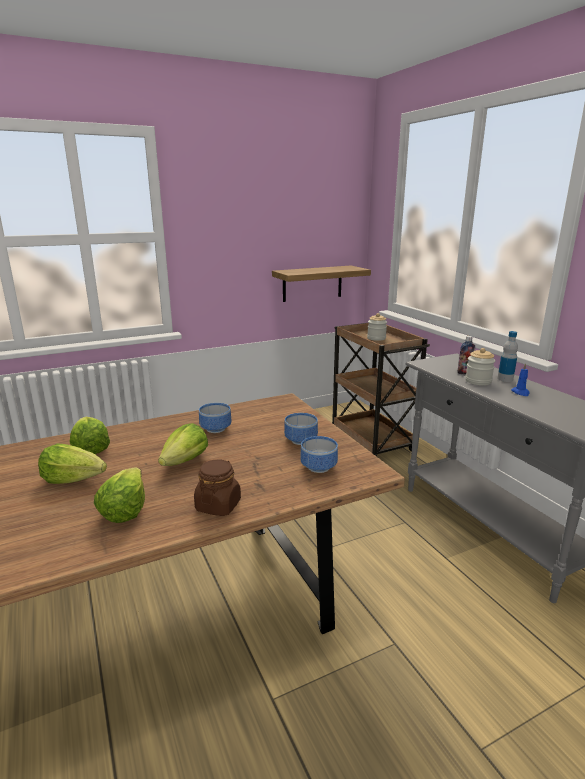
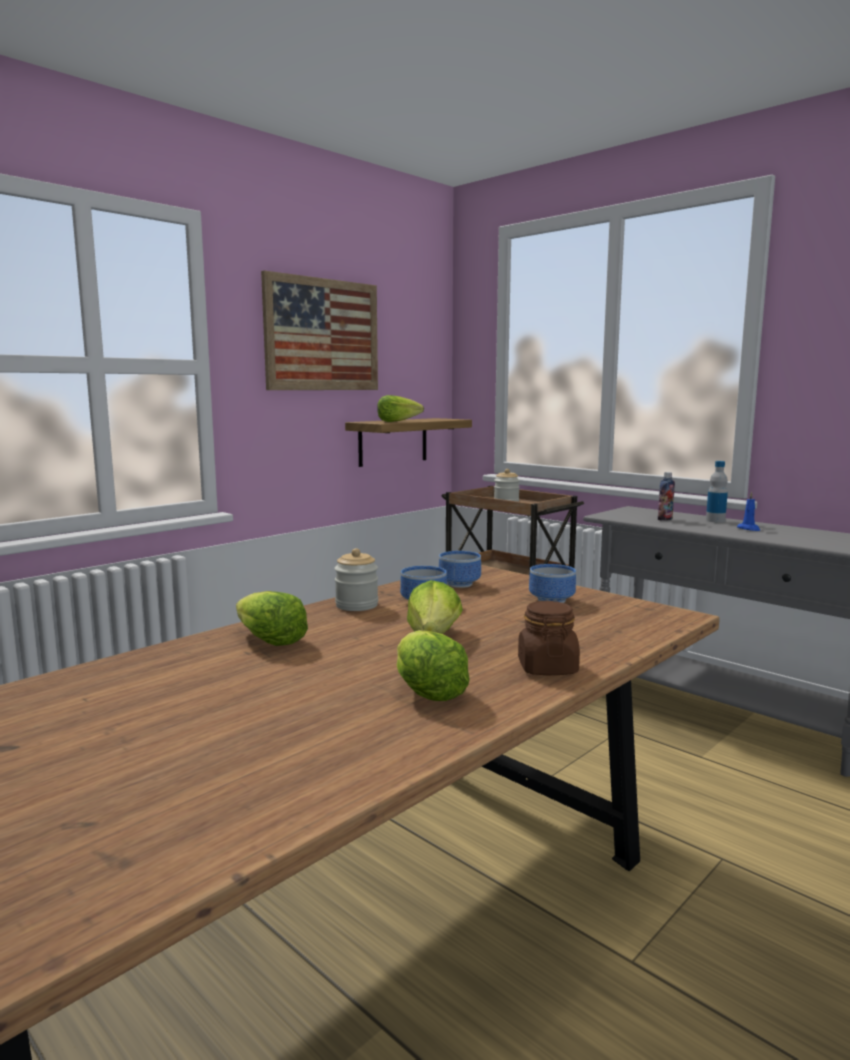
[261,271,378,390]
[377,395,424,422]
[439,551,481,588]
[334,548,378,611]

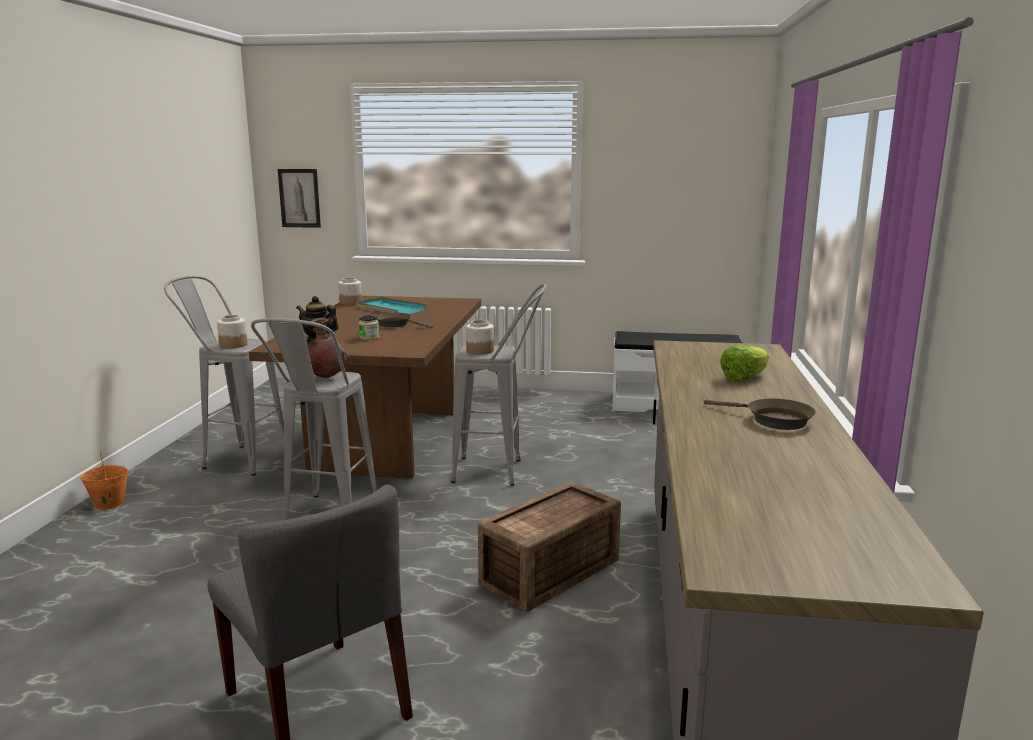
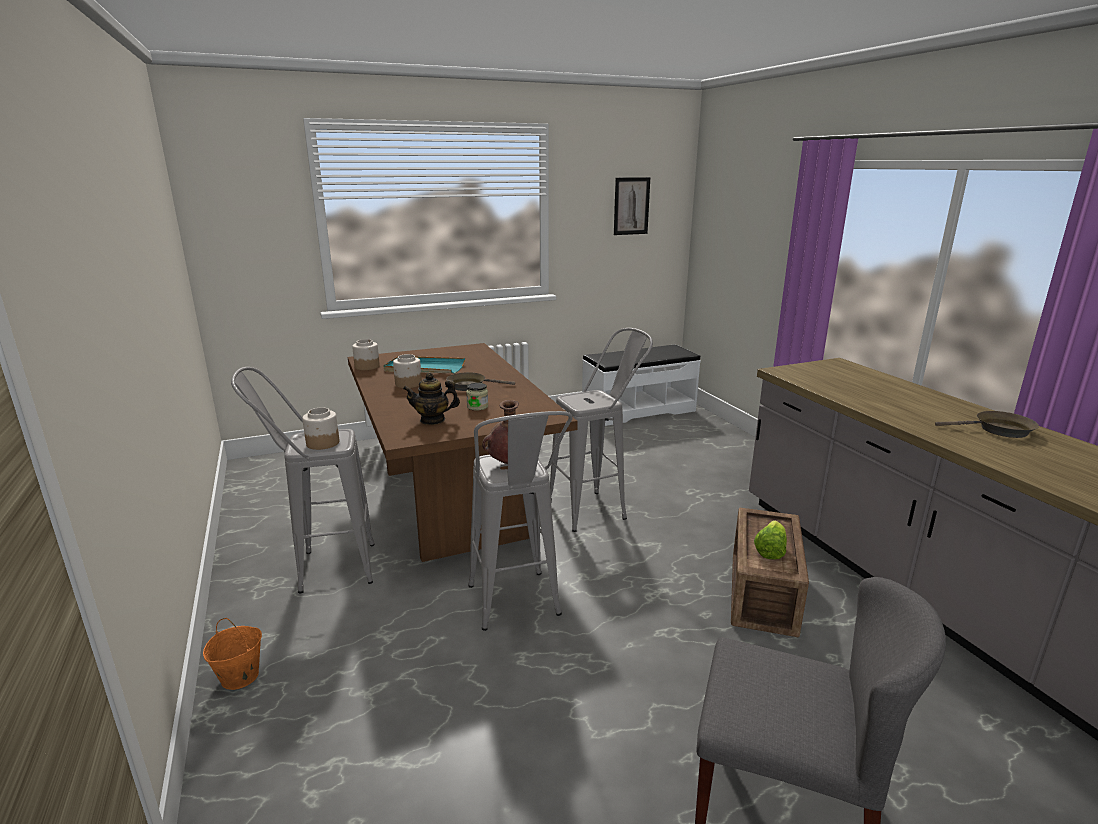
[614,177,650,235]
[393,354,422,388]
[754,520,787,559]

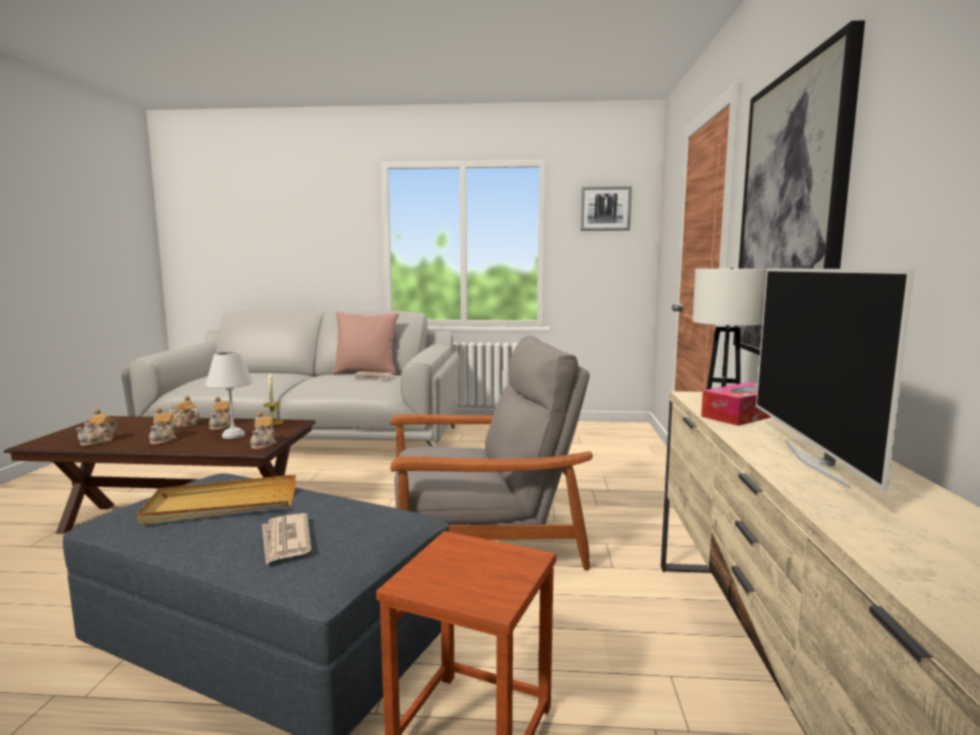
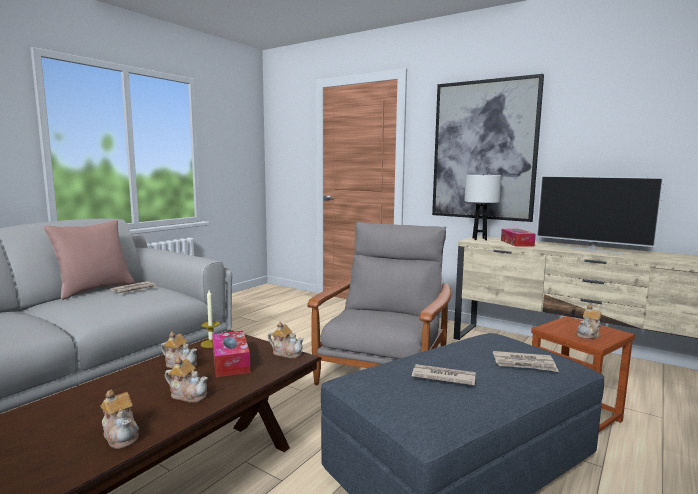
[580,186,632,231] (first image)
[576,304,602,339]
[412,364,476,386]
[212,331,250,377]

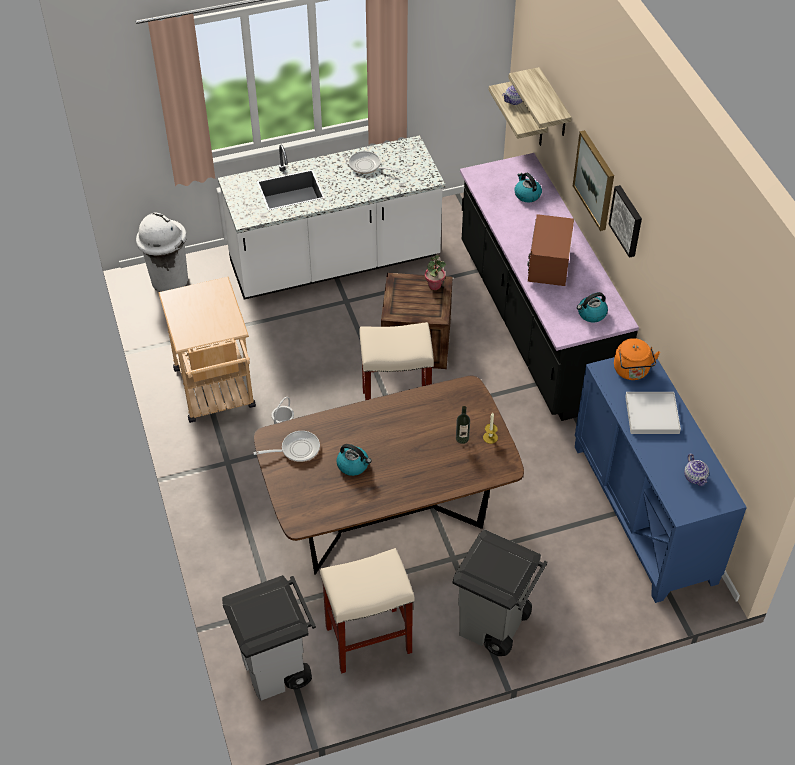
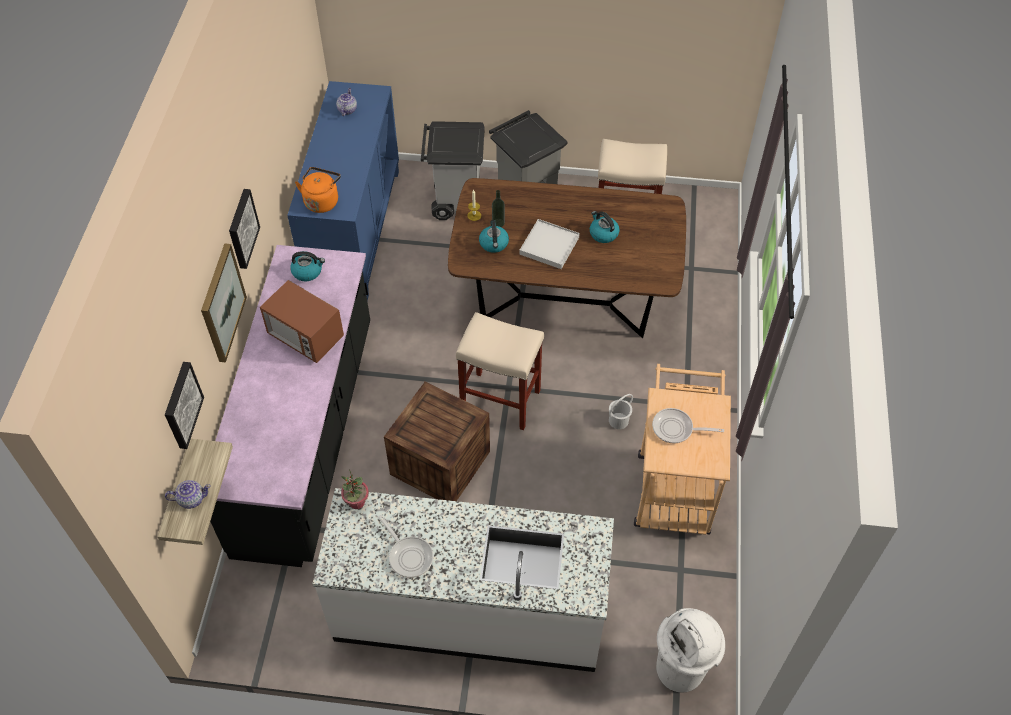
[421,121,485,220]
[652,408,724,444]
[341,470,369,509]
[479,220,509,253]
[519,219,580,269]
[165,362,204,449]
[260,280,344,363]

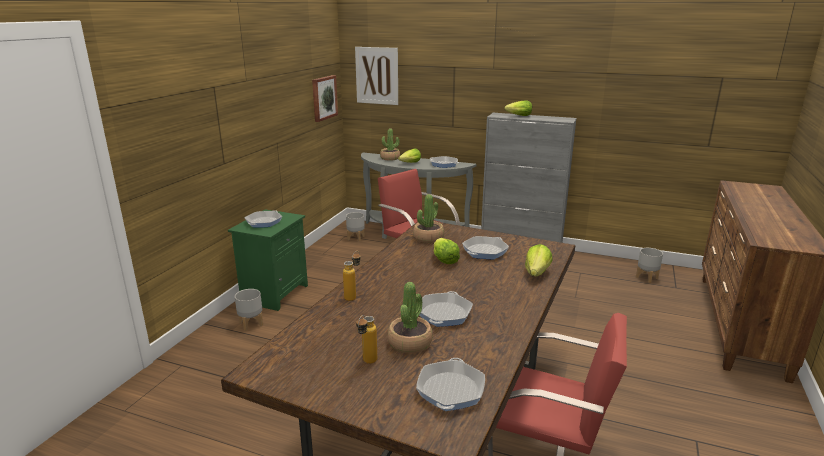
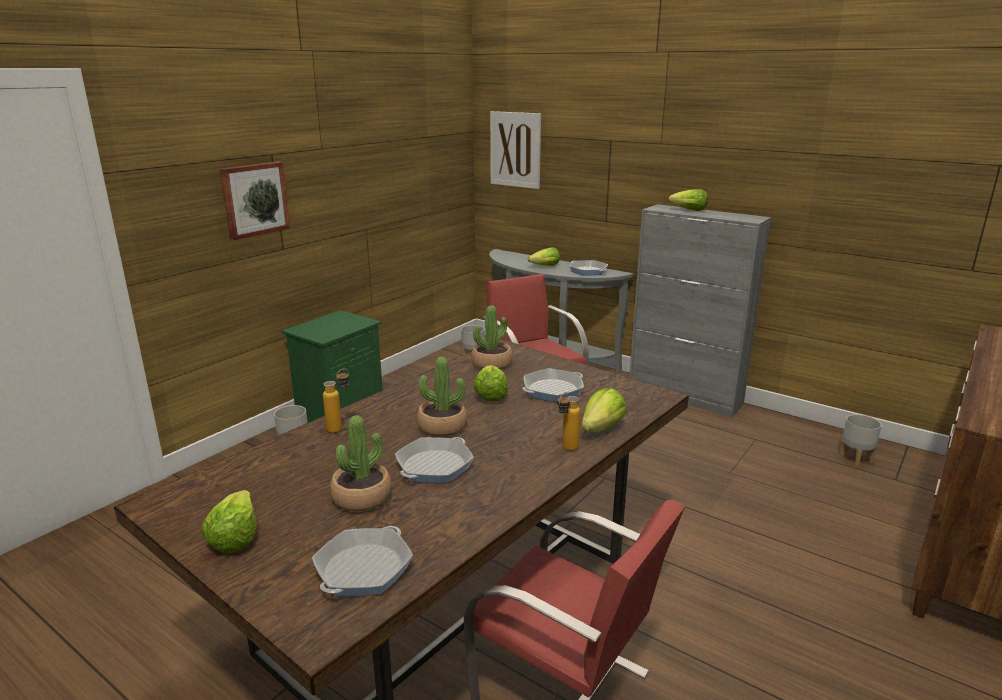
[245,210,282,228] (first image)
[201,490,257,553]
[220,162,291,240]
[557,392,580,451]
[417,357,467,437]

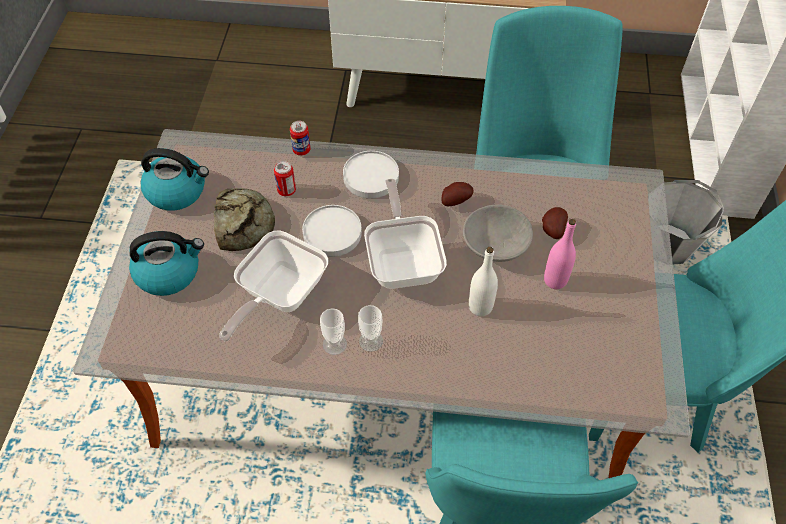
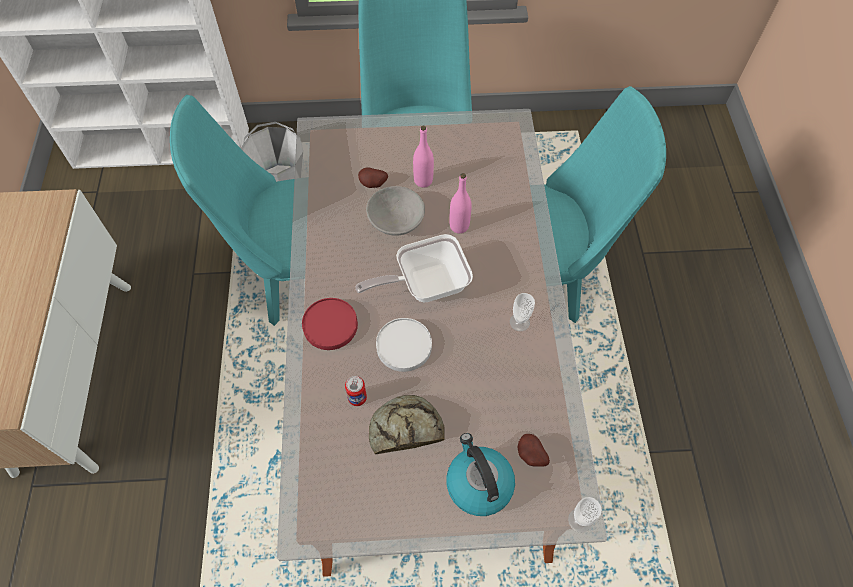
[141,148,209,210] (first image)
[219,231,328,342] (first image)
[290,121,310,156] (first image)
[568,497,602,533]
[518,434,550,467]
[302,298,358,350]
[449,173,472,234]

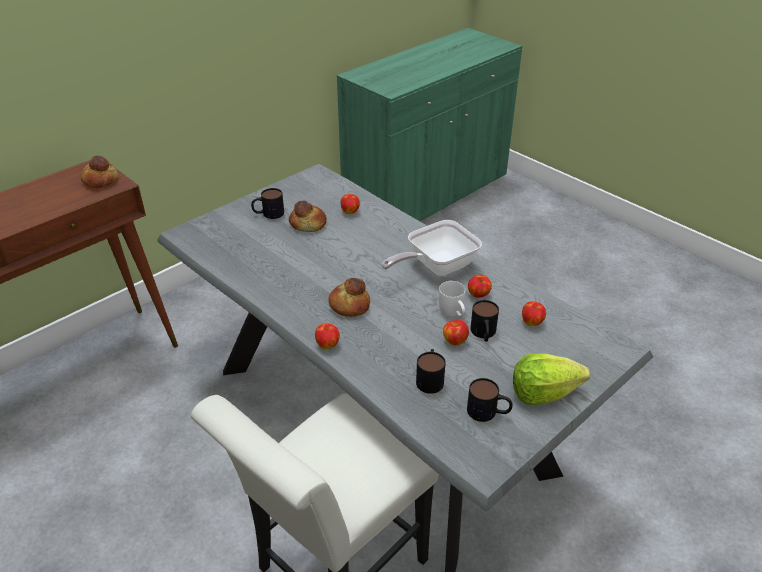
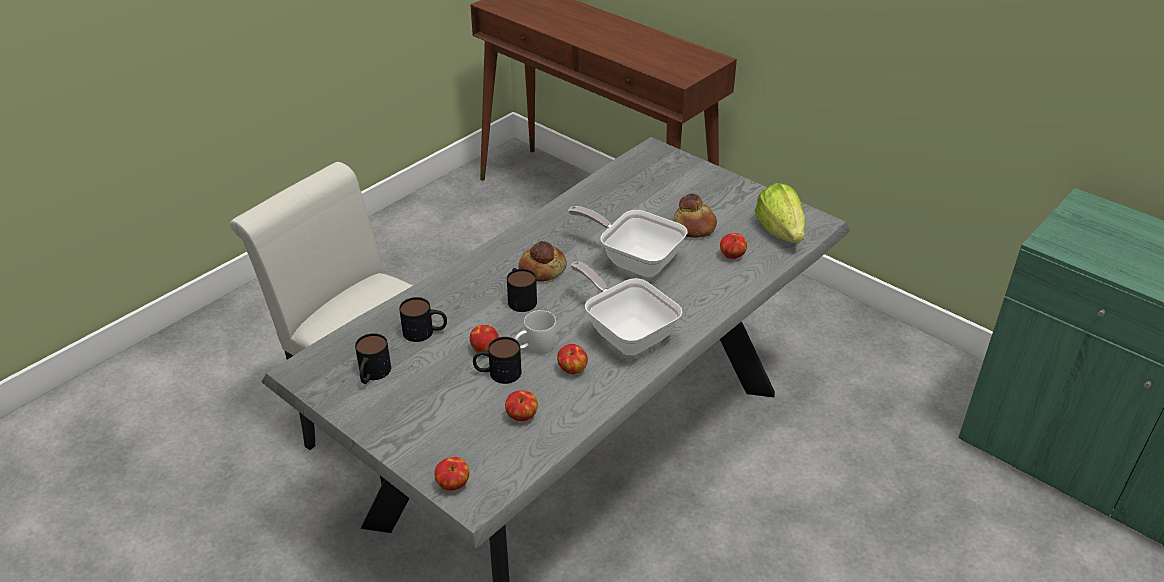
[81,156,118,188] (first image)
[568,206,688,277]
[507,268,537,312]
[435,457,469,491]
[755,183,806,243]

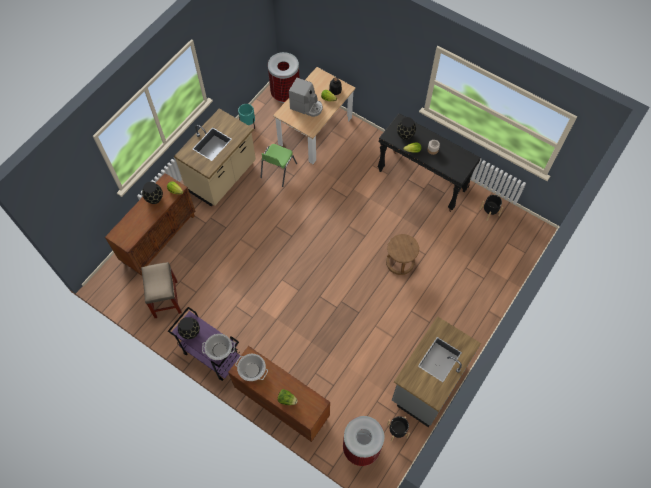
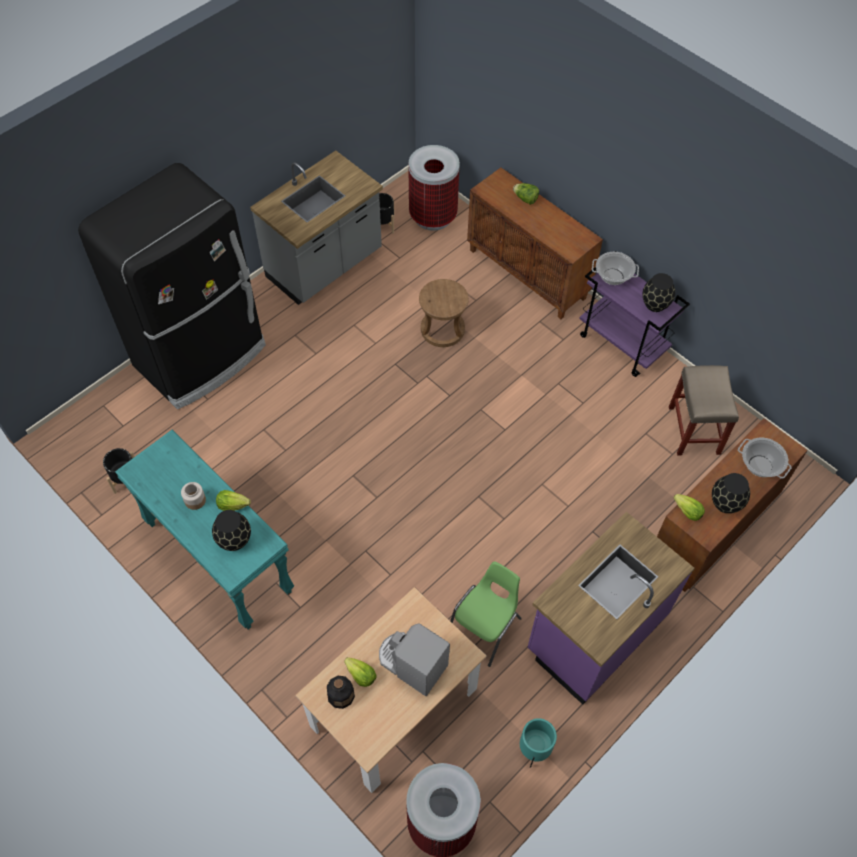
[78,163,266,409]
[738,438,792,479]
[419,279,469,347]
[528,512,694,705]
[115,430,294,629]

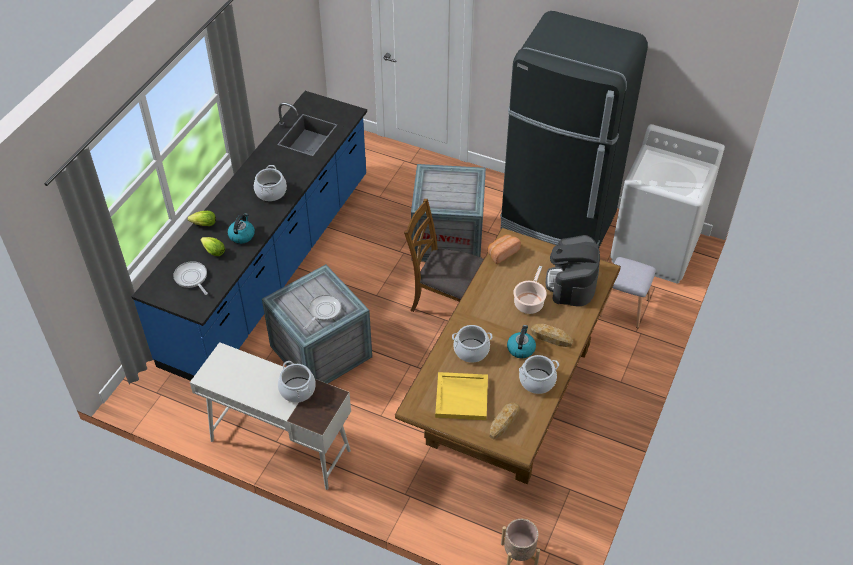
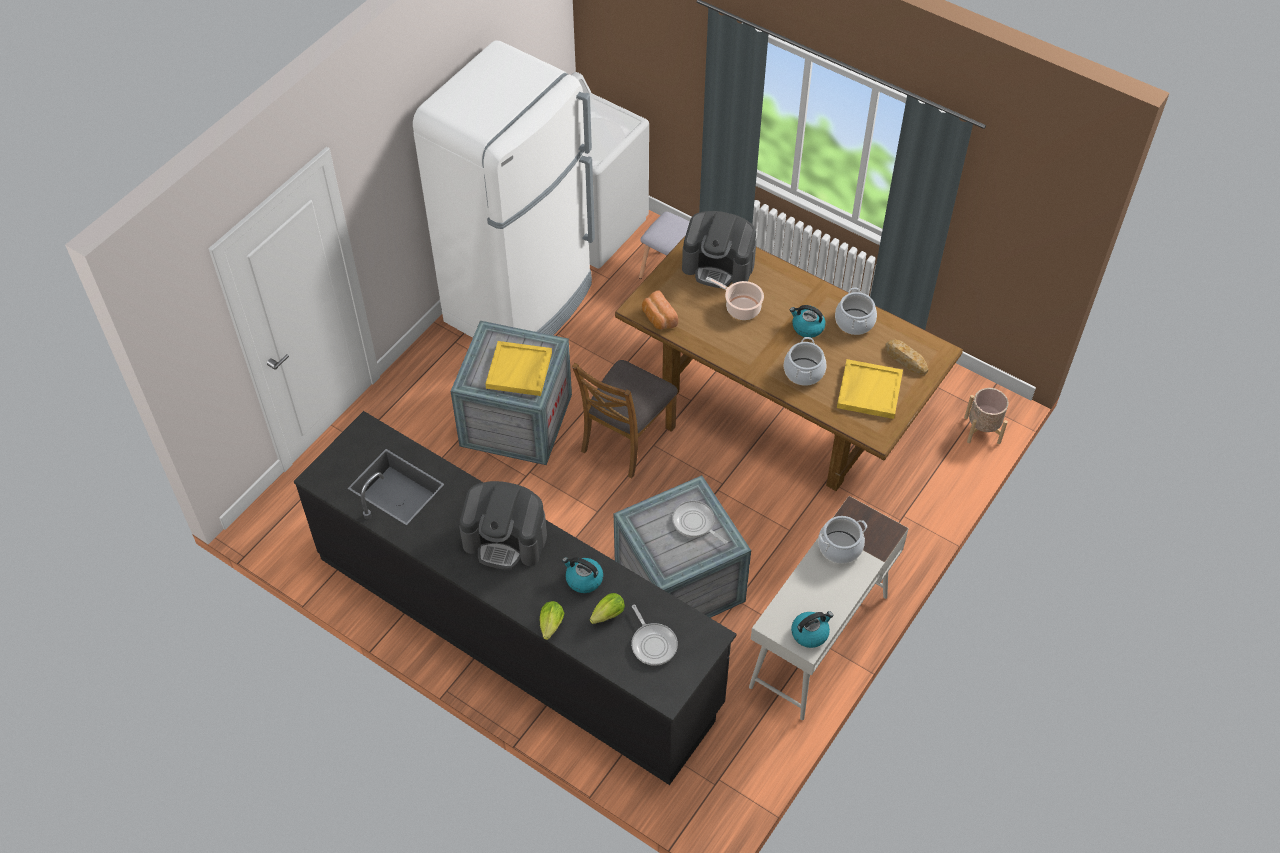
[530,324,573,347] (first image)
[485,341,552,396]
[791,611,833,648]
[459,481,547,570]
[294,411,736,785]
[413,41,595,338]
[631,605,678,666]

